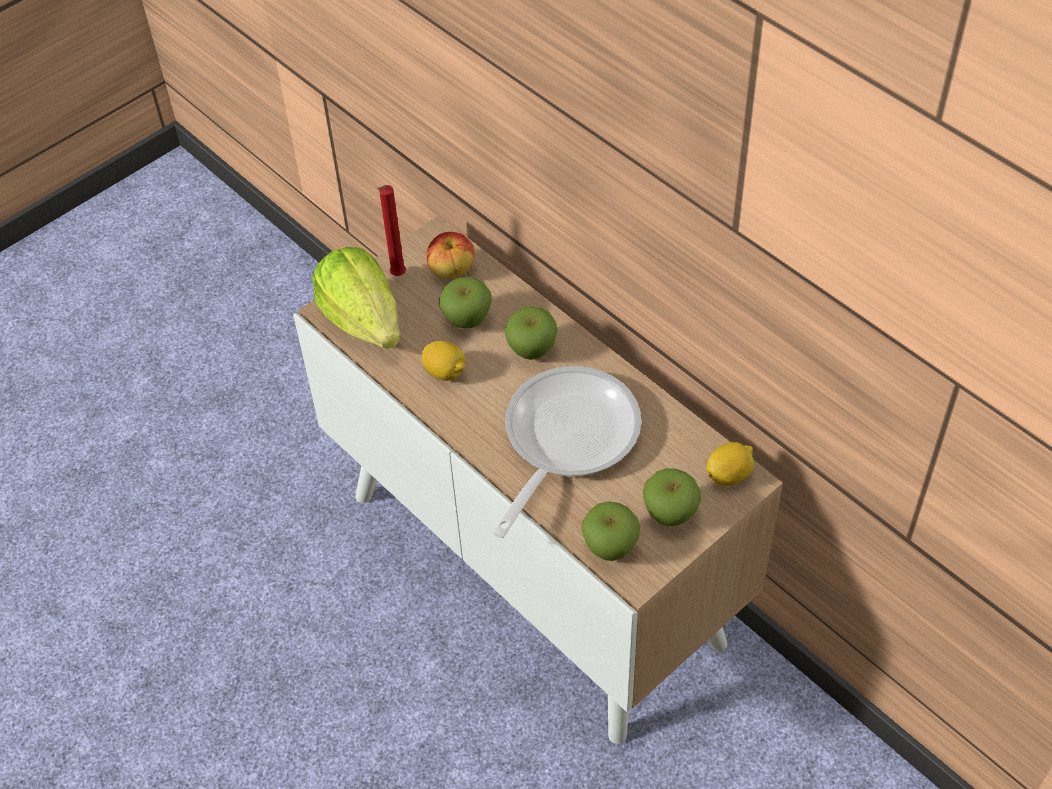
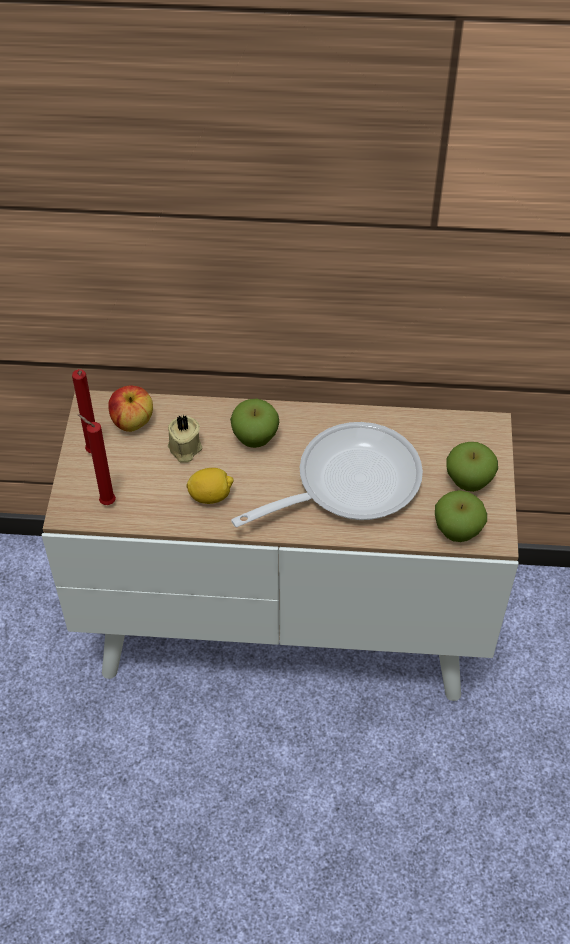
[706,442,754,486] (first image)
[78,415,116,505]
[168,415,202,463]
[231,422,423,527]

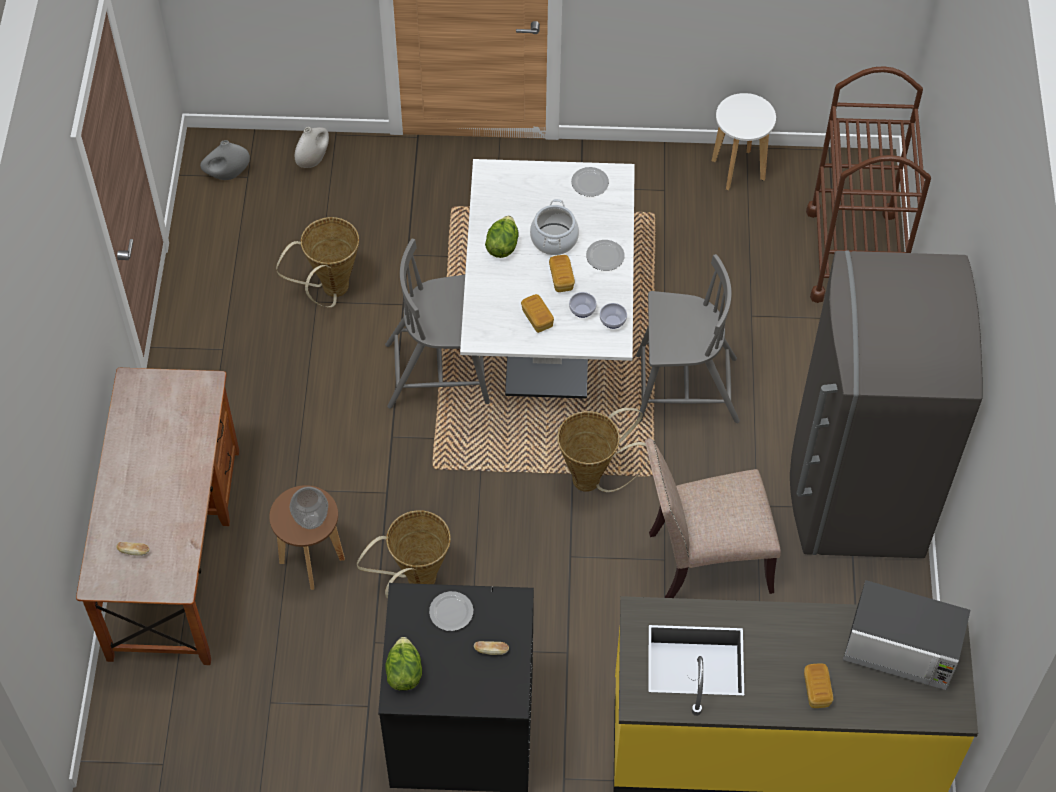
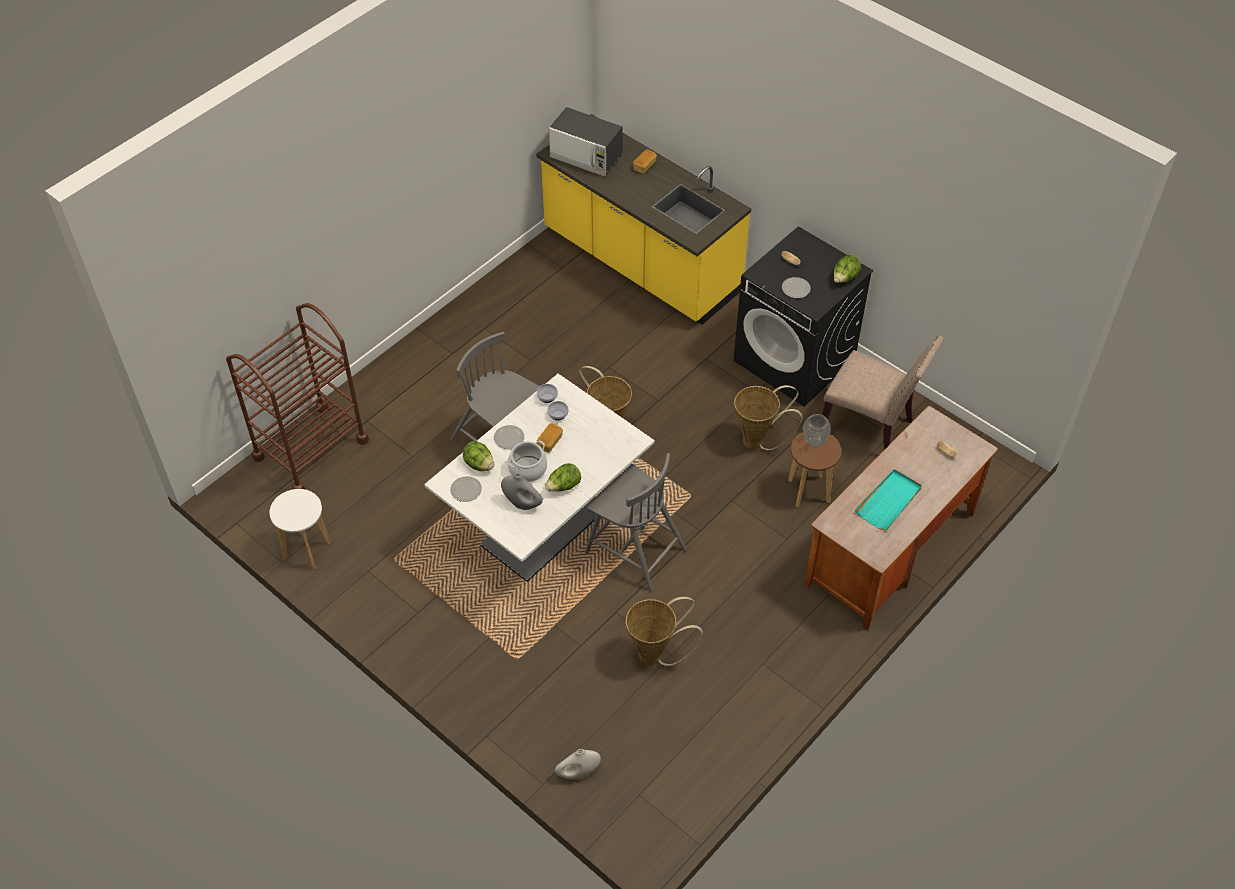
[521,294,554,333] (first image)
[790,250,983,558] (first image)
[463,441,494,471]
[855,469,922,531]
[501,474,543,510]
[822,336,944,449]
[549,107,622,177]

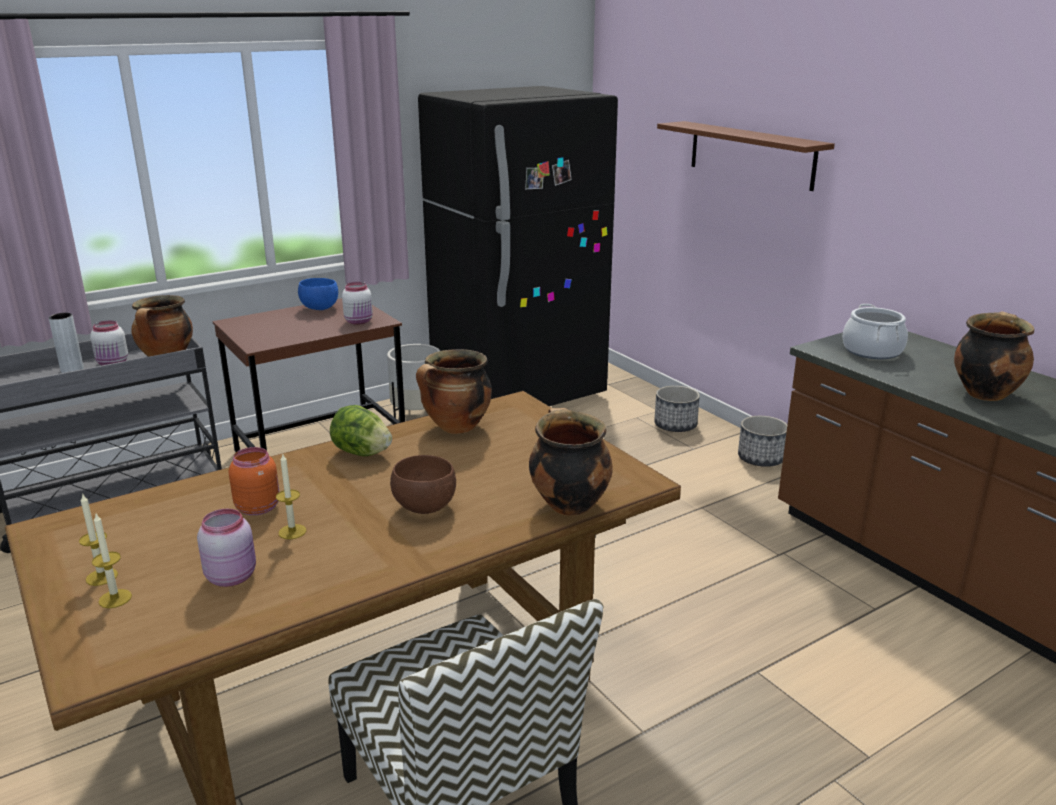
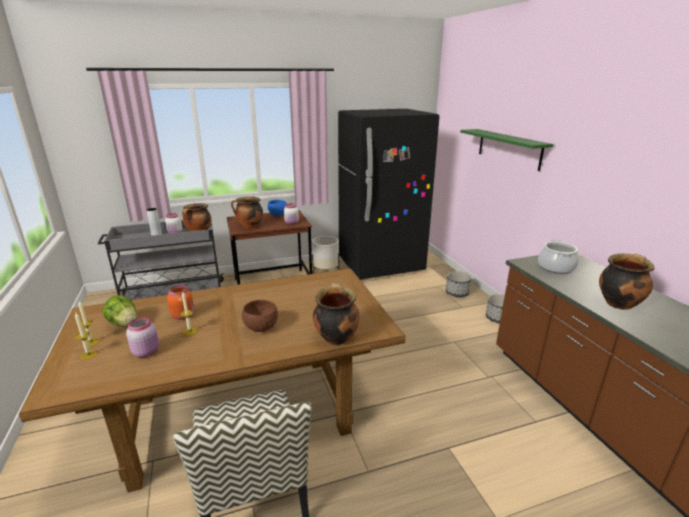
[103,295,137,327]
[231,196,263,228]
[460,129,553,171]

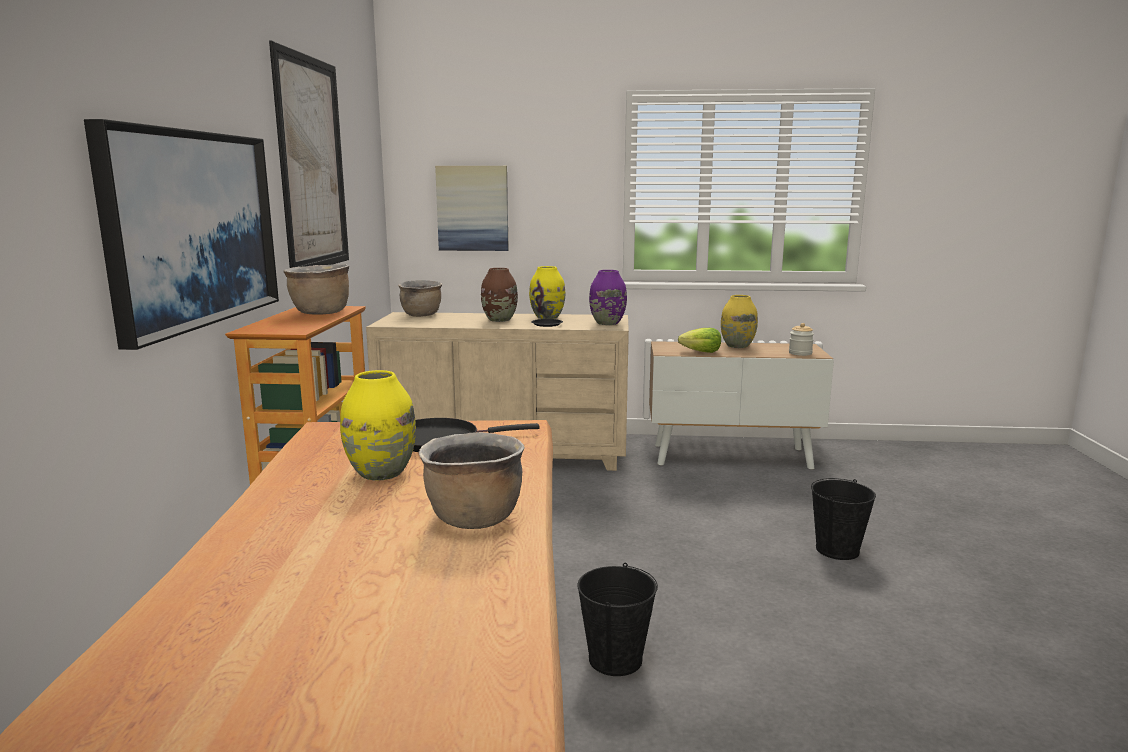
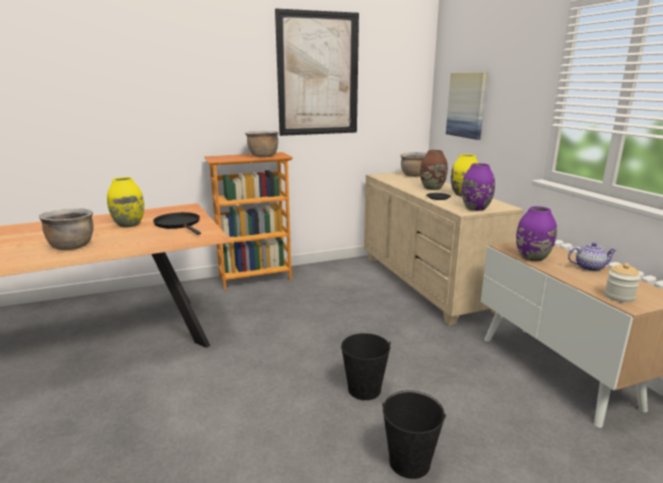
[84,119,279,350] (first image)
[341,333,391,400]
[516,206,557,261]
[568,242,617,271]

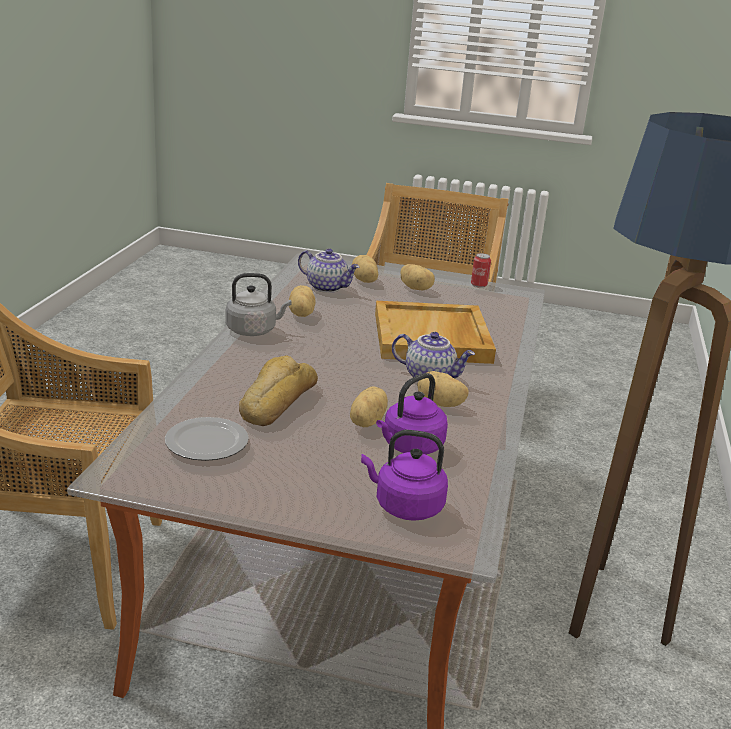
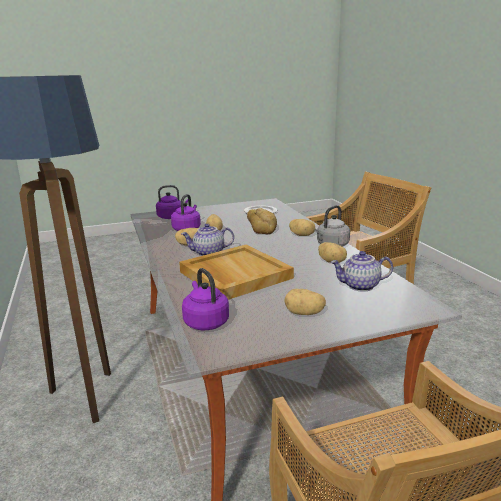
[471,253,491,288] (first image)
[182,268,229,330]
[289,219,316,236]

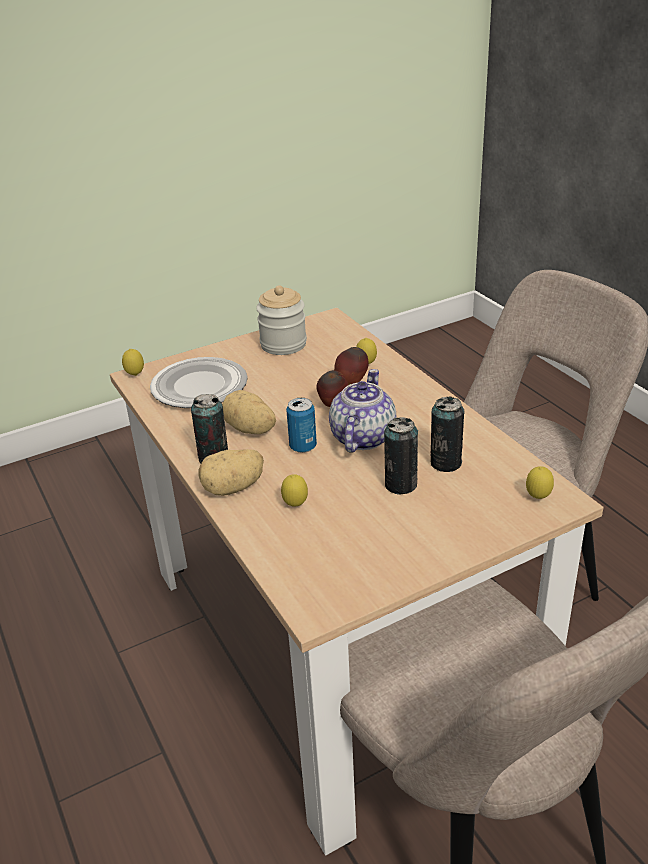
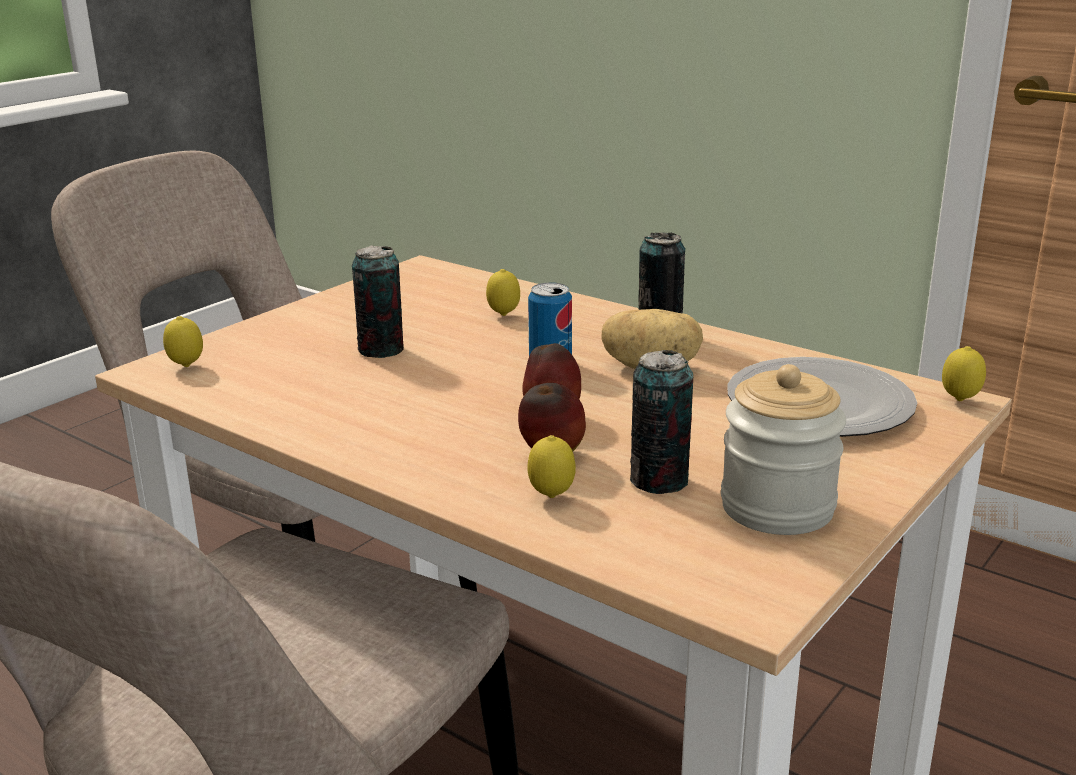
[199,449,264,496] (first image)
[329,369,396,453] (first image)
[630,350,693,494]

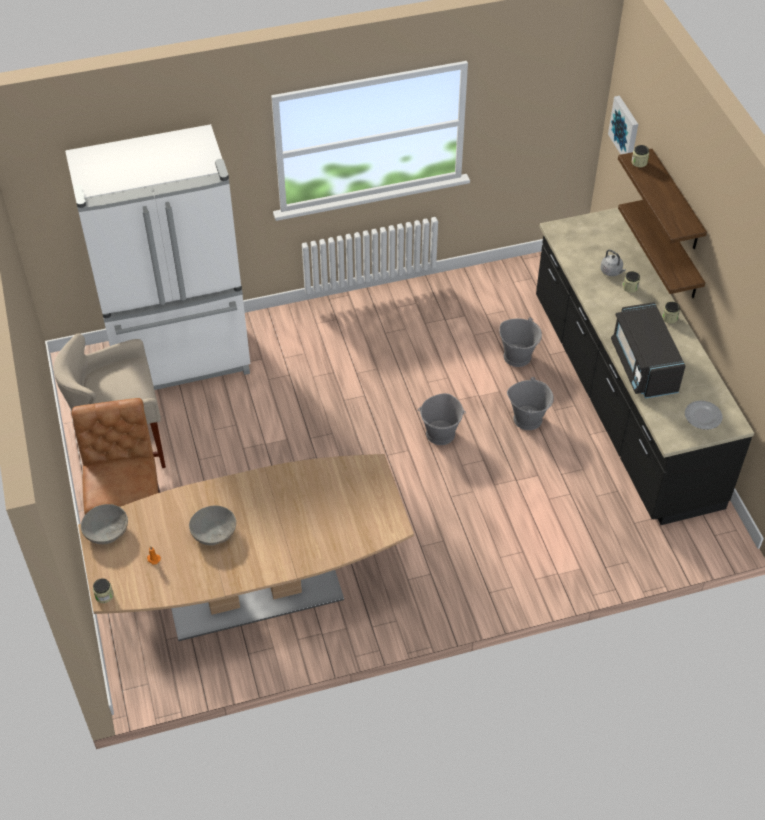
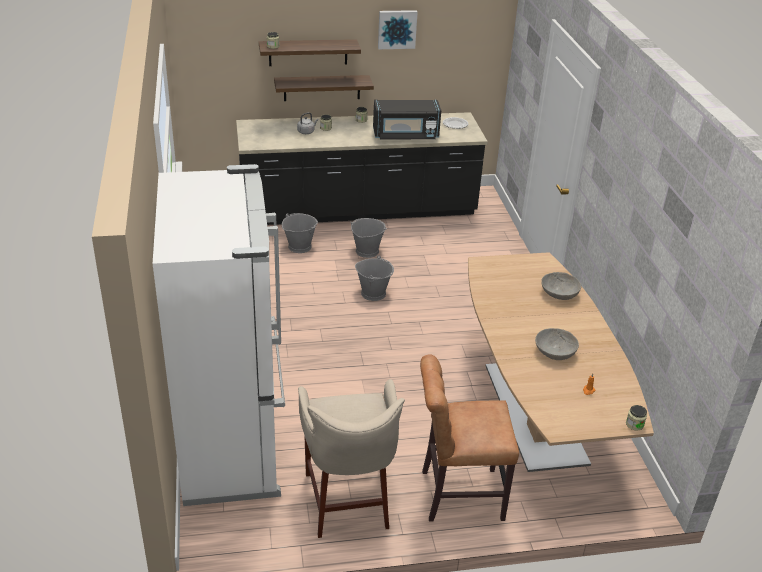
[541,272,581,300]
[378,10,418,49]

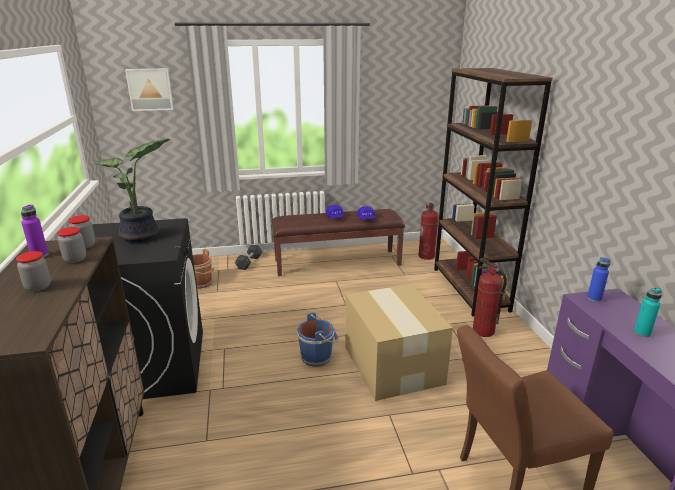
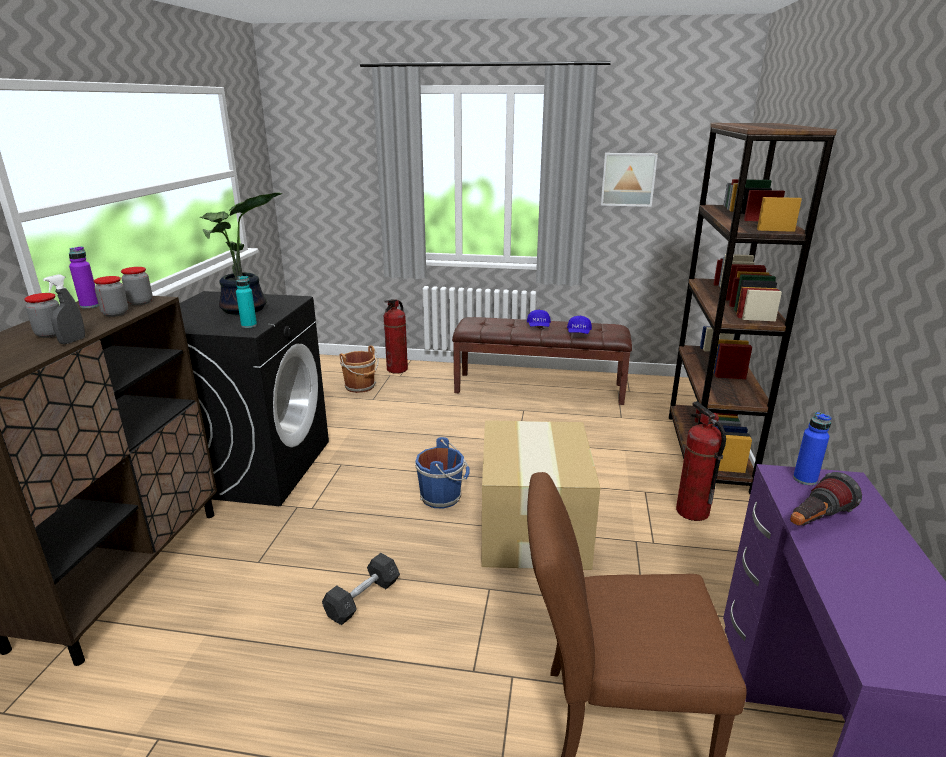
[43,274,85,344]
[790,472,862,526]
[601,153,658,207]
[322,553,400,625]
[384,299,408,374]
[236,276,257,328]

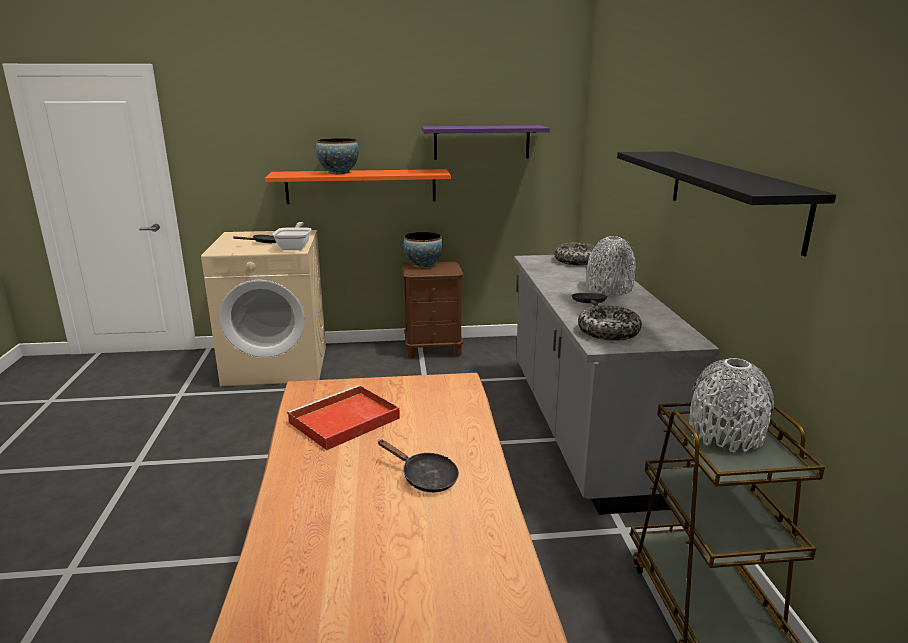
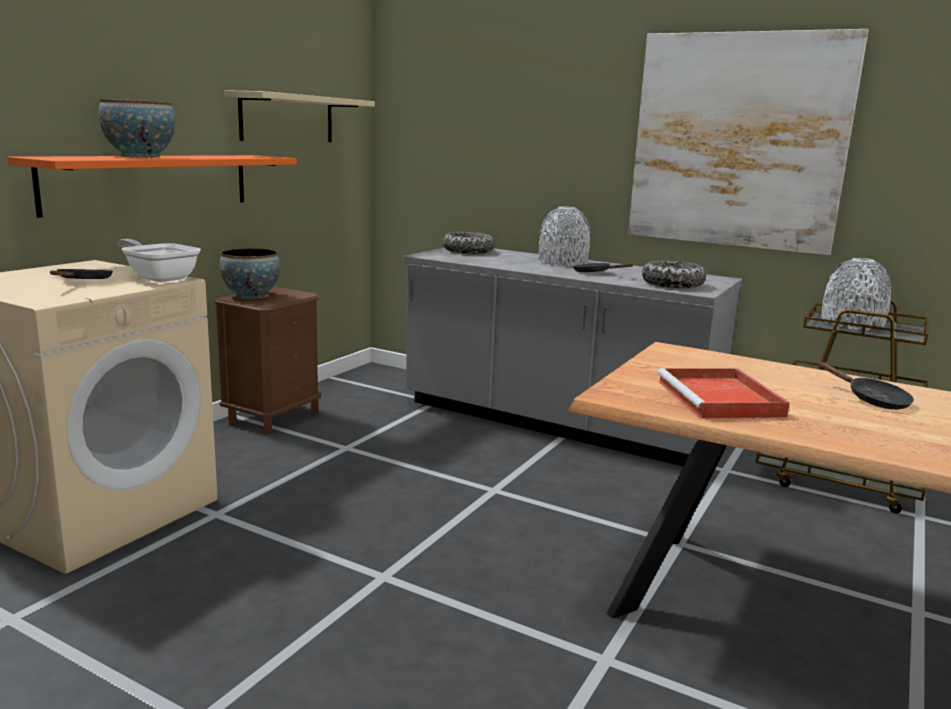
[628,29,869,255]
[224,90,375,142]
[817,361,914,410]

